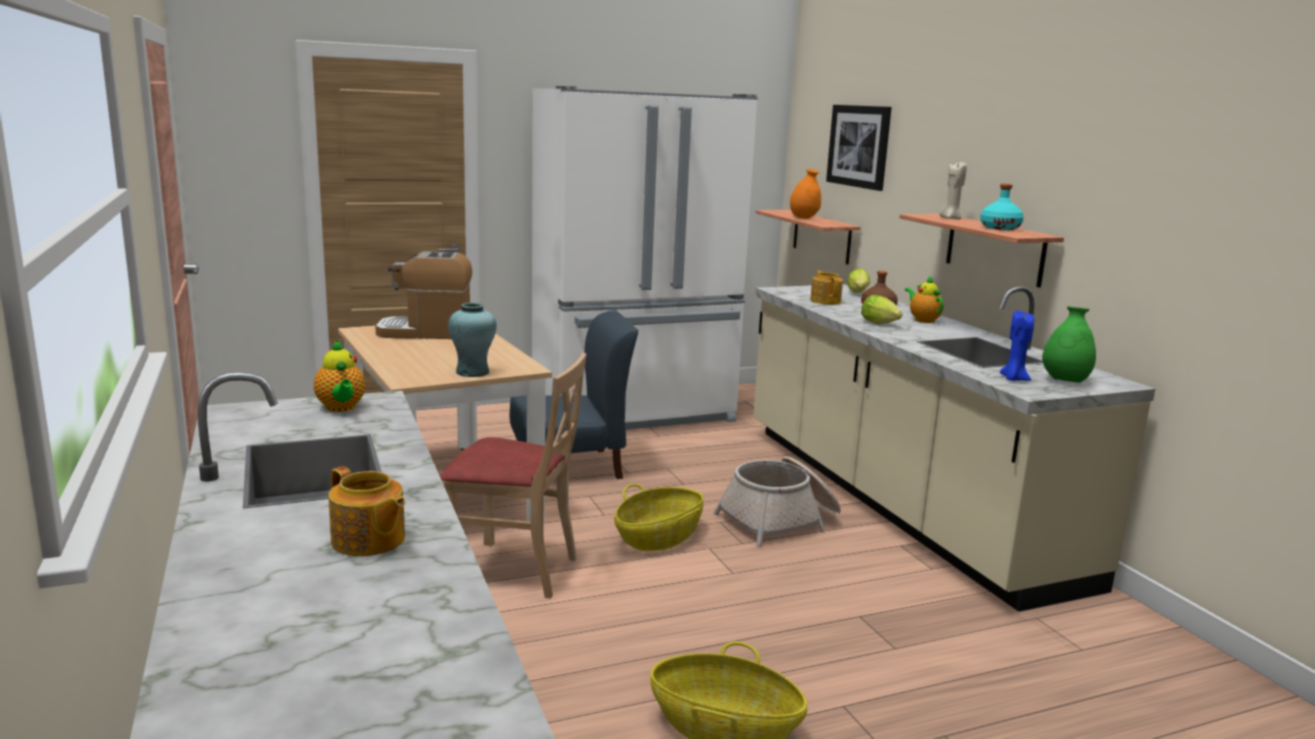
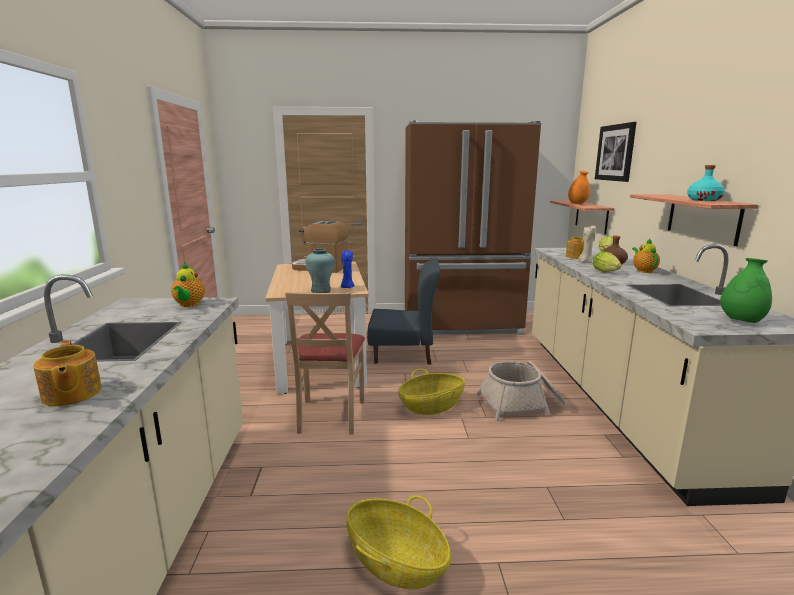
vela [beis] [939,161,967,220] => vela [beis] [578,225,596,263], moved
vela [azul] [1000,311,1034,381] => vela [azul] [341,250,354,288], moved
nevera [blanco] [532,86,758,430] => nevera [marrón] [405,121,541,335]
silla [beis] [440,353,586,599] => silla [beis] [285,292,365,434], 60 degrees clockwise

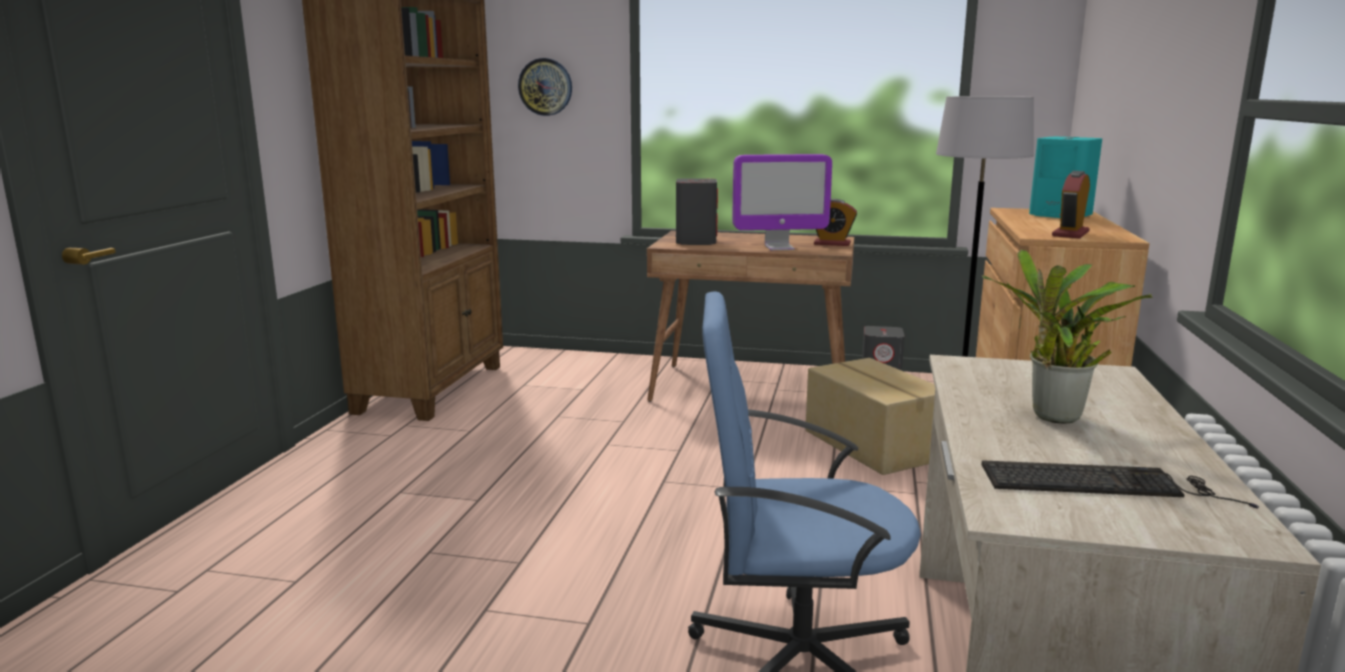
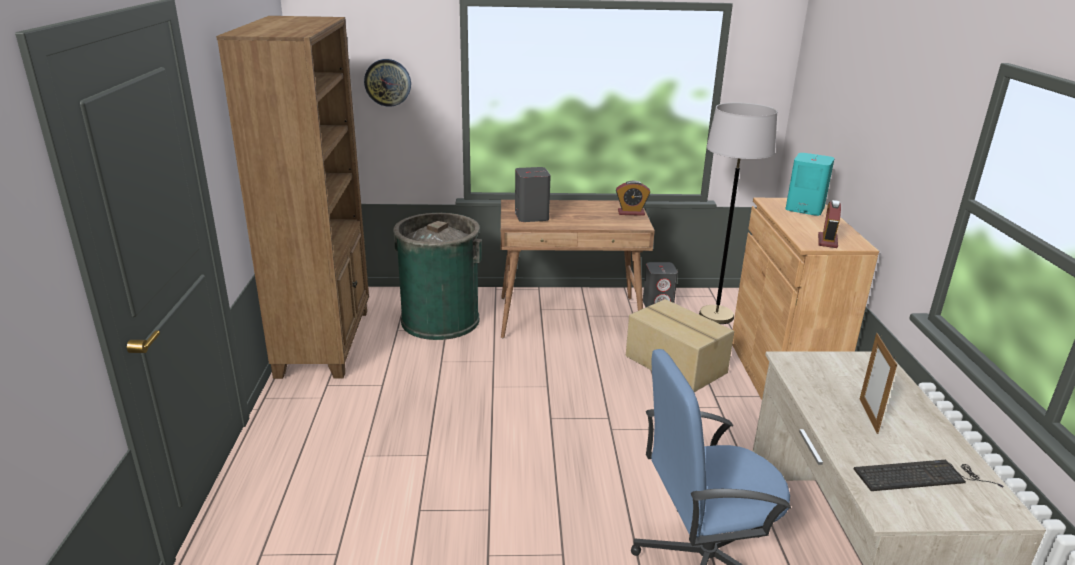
monitor [732,154,832,250] => nothing
nothing => papelera [verde] [393,213,482,340]
planta en maceta [982,249,1153,424] => portarretratos [860,333,897,434]

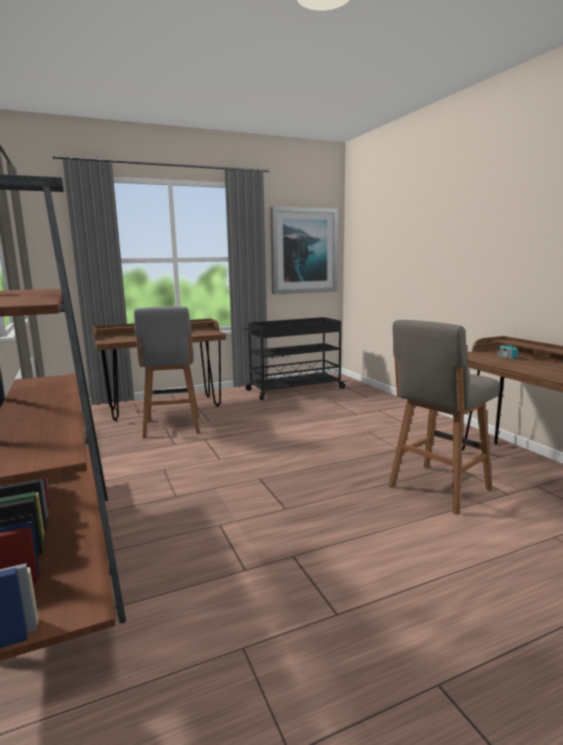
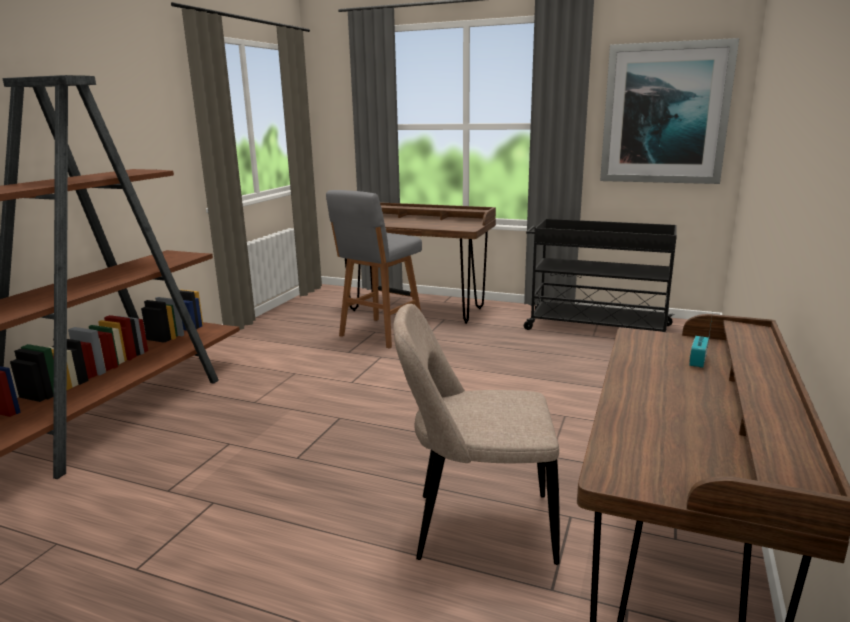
taburete [gris] [388,320,500,515] => silla [beis] [393,304,560,565]

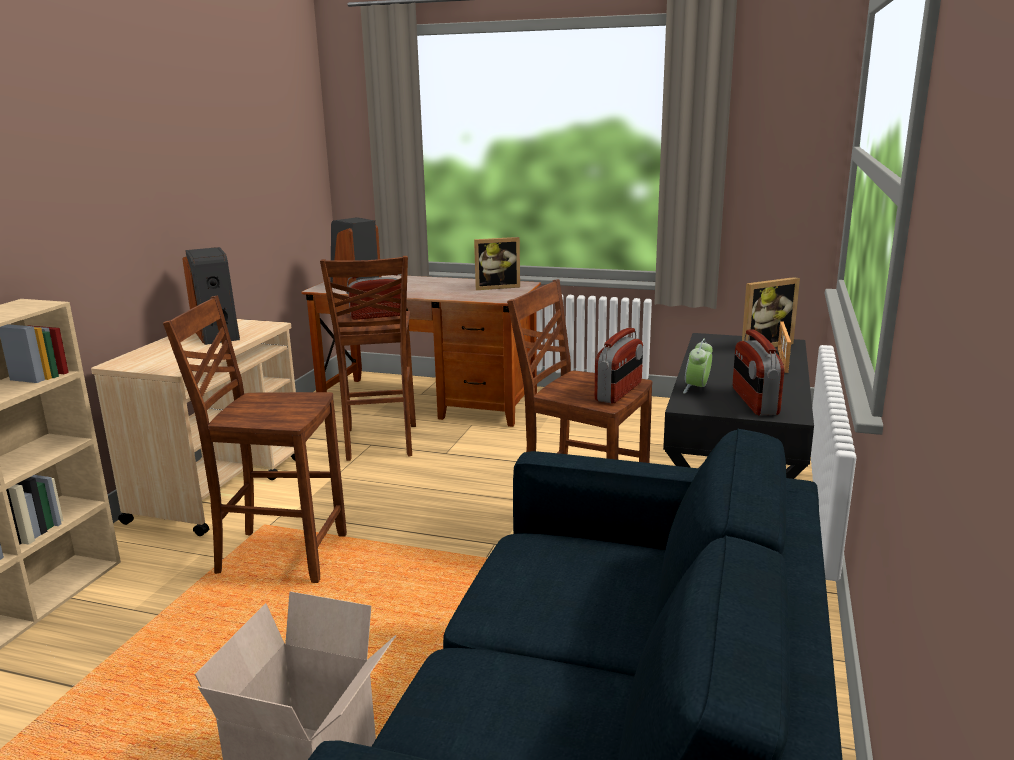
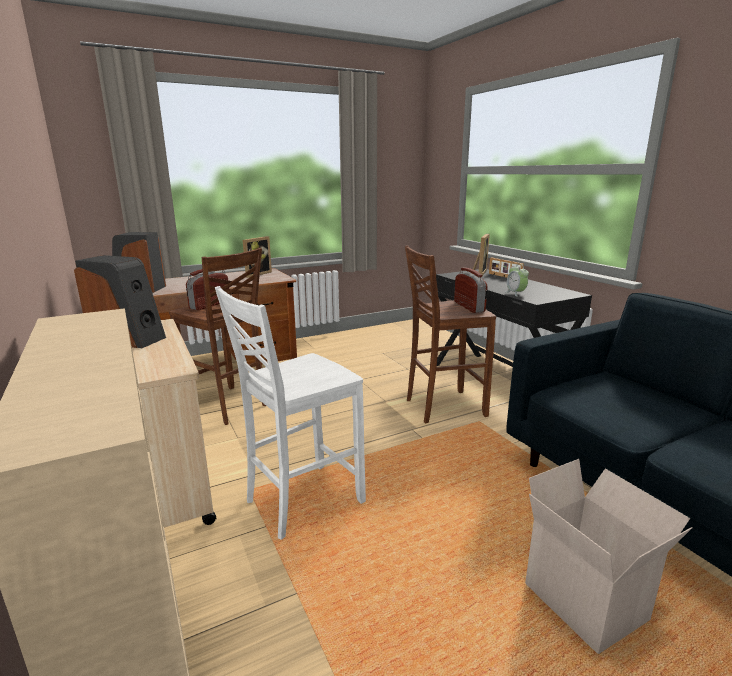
radio [733,330,784,415] => nothing
silla [marrón] [163,296,347,583] => silla [blanco] [215,286,366,540]

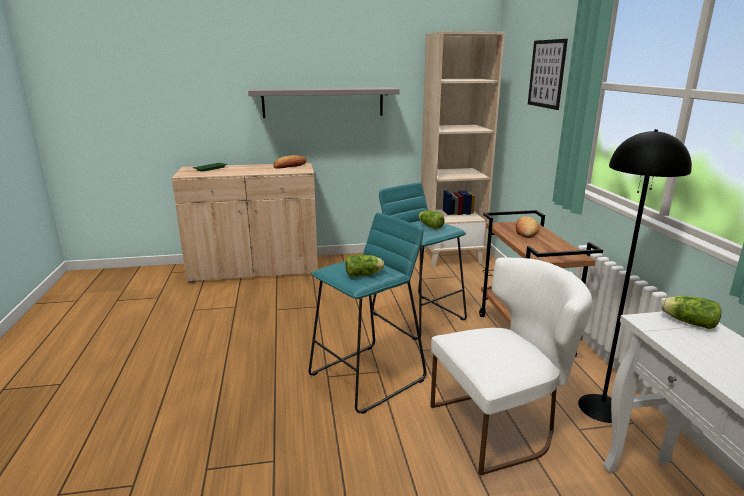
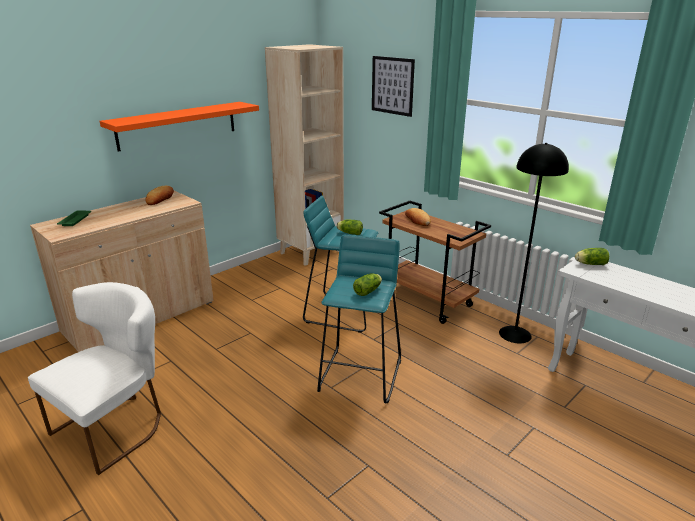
silla [blanco] [430,258,593,475] => silla [blanco] [28,282,161,475], moved
estante [gris] [248,87,400,118] => estante [naranja] [100,102,259,151]

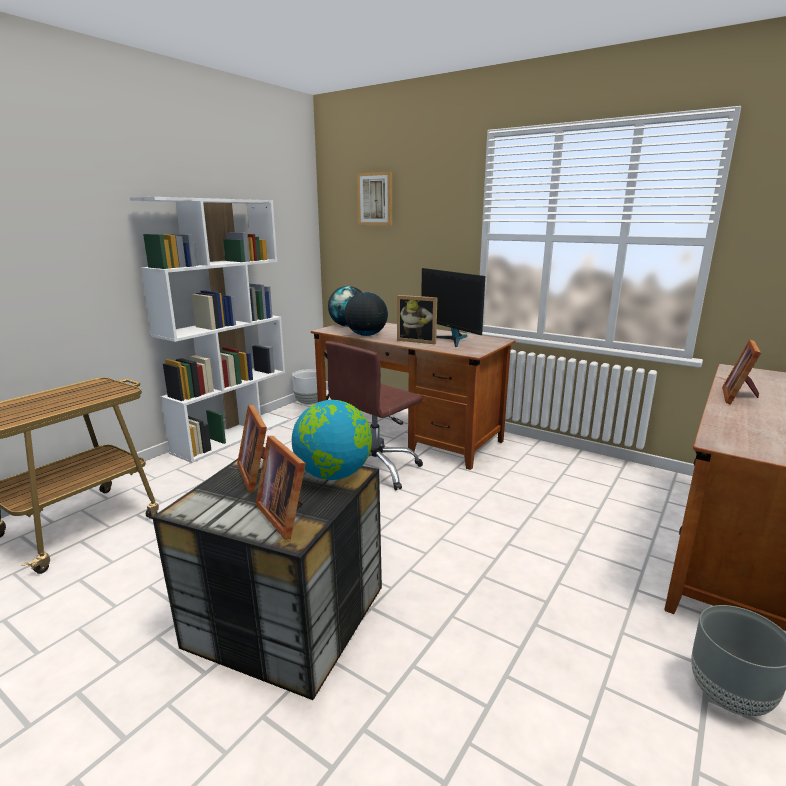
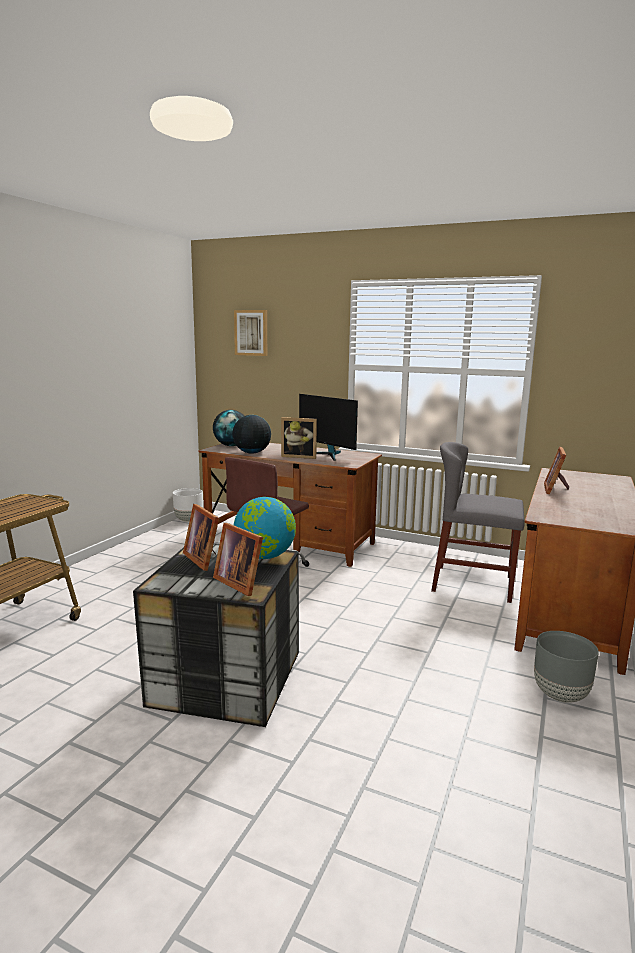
estantería [blanco] [130,197,289,463] => nothing
nothing => silla [gris] [431,442,525,603]

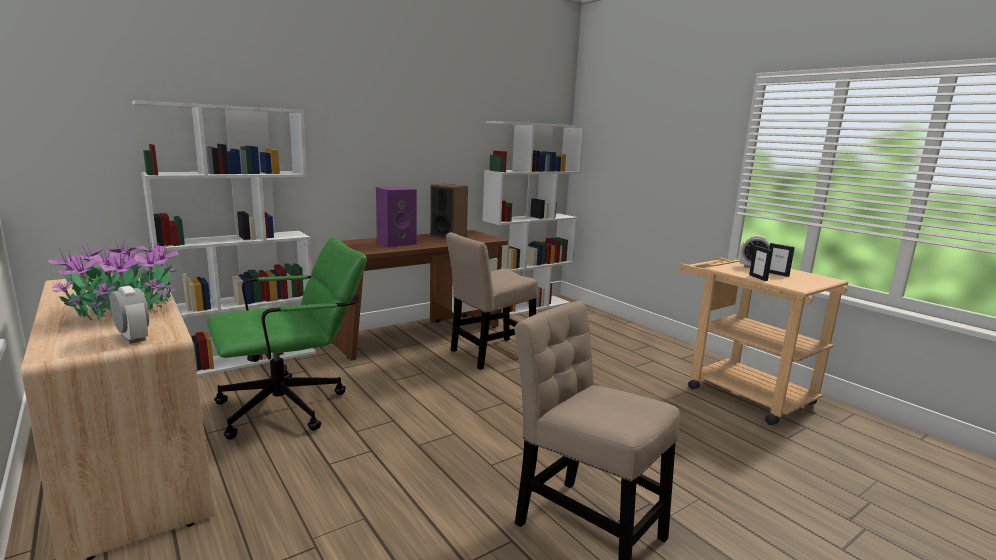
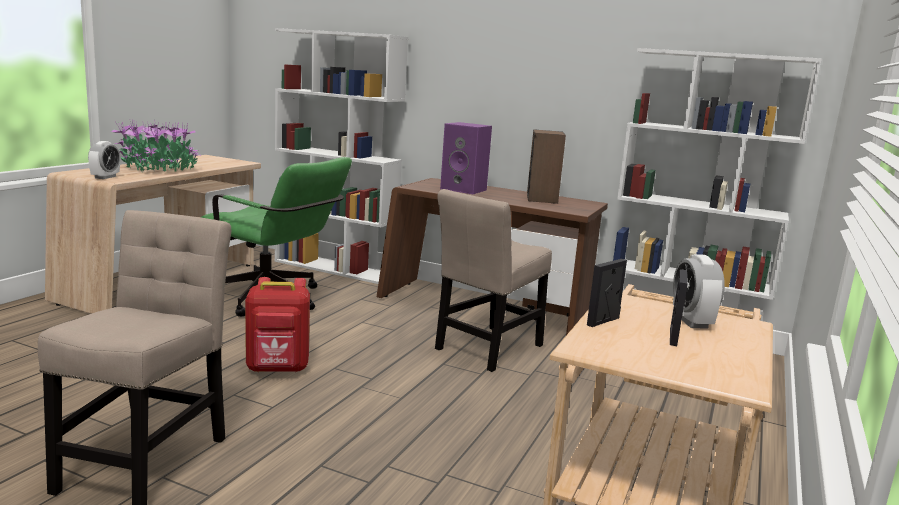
nothing => mochila [rojo] [245,277,310,372]
silla [beis] [446,232,538,370] => silla [beis] [435,189,552,372], 75 degrees counterclockwise

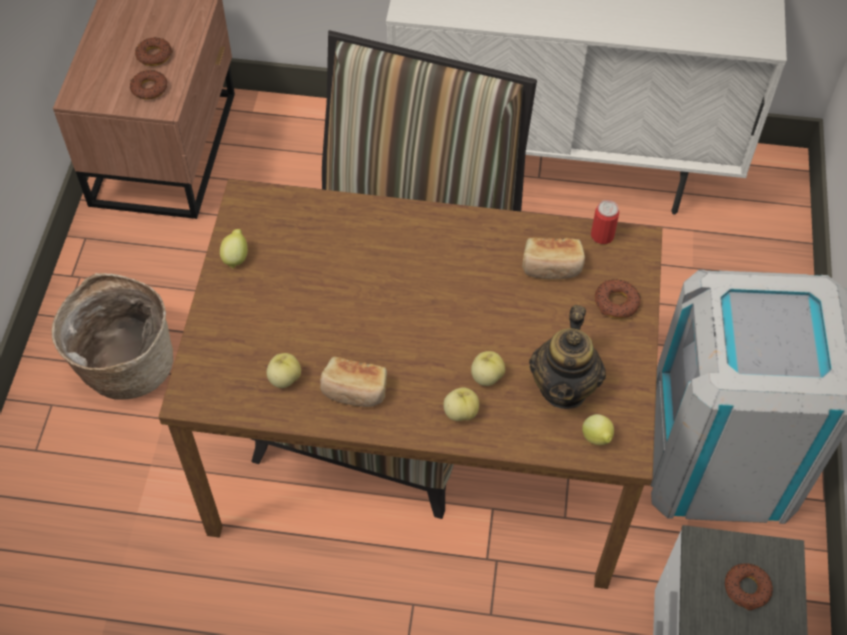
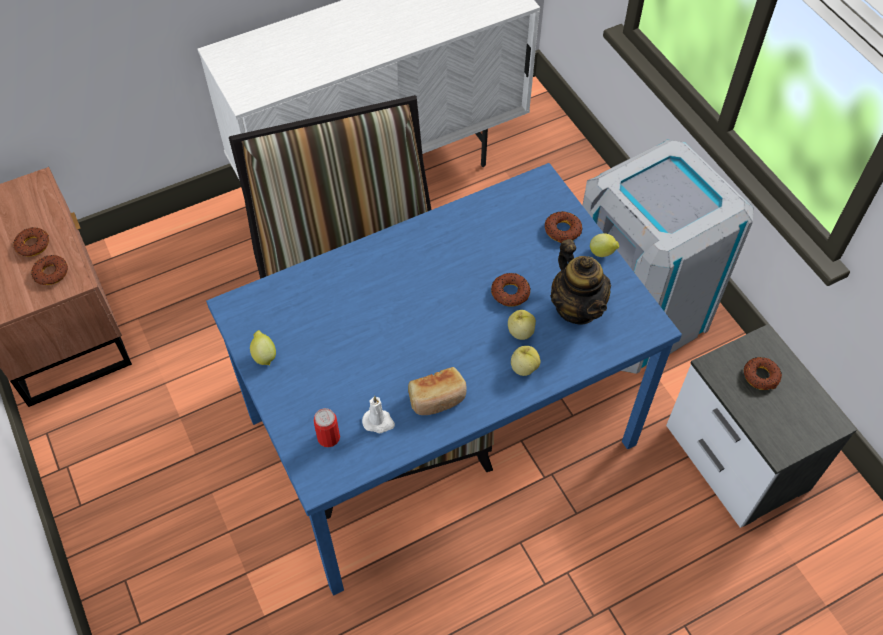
cesta [51,273,173,400] => nothing
pan [522,238,585,279] => nothing
nothing => rosquilla [491,273,530,307]
limón [582,414,614,445] => limón [590,233,619,257], moved
lata [591,200,619,244] => lata [313,408,340,447], moved
manzana [267,353,301,388] => vela [blanco] [362,396,395,433]
mesa de comedor [marrón] [159,179,662,589] => mesa de comedor [azul] [206,163,682,596]

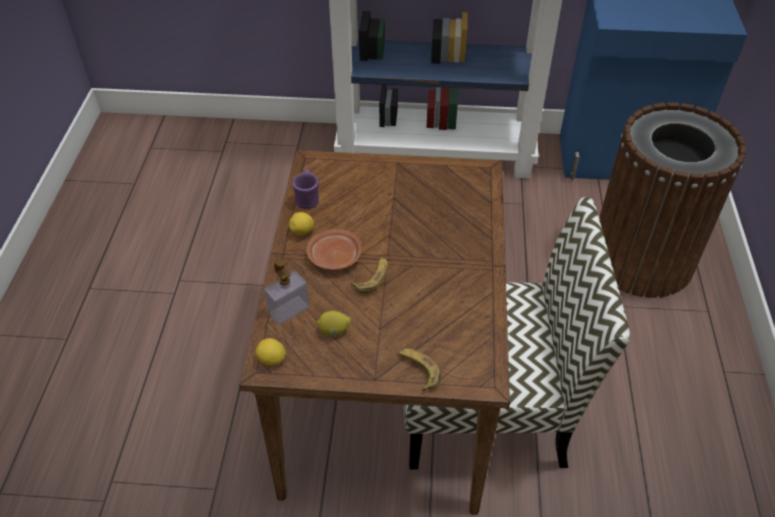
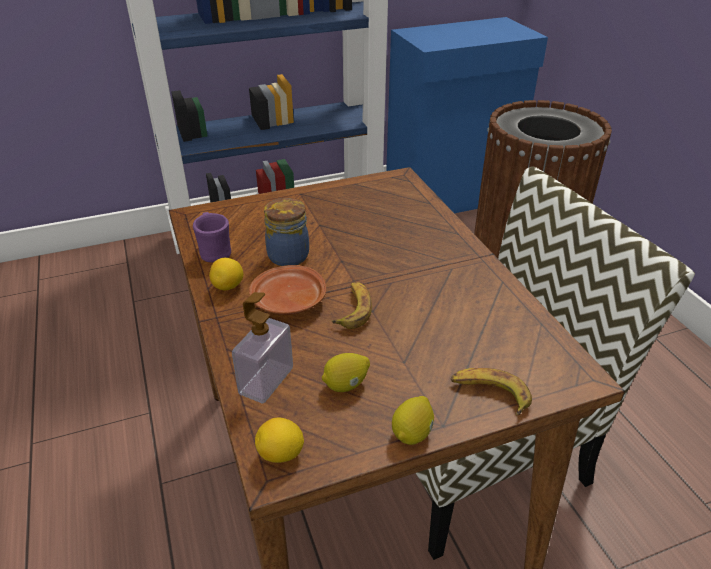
nothing => tarro [264,198,309,266]
nothing => limón [392,396,434,445]

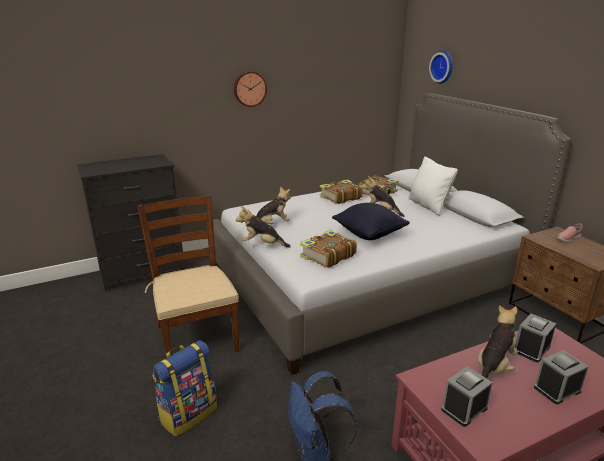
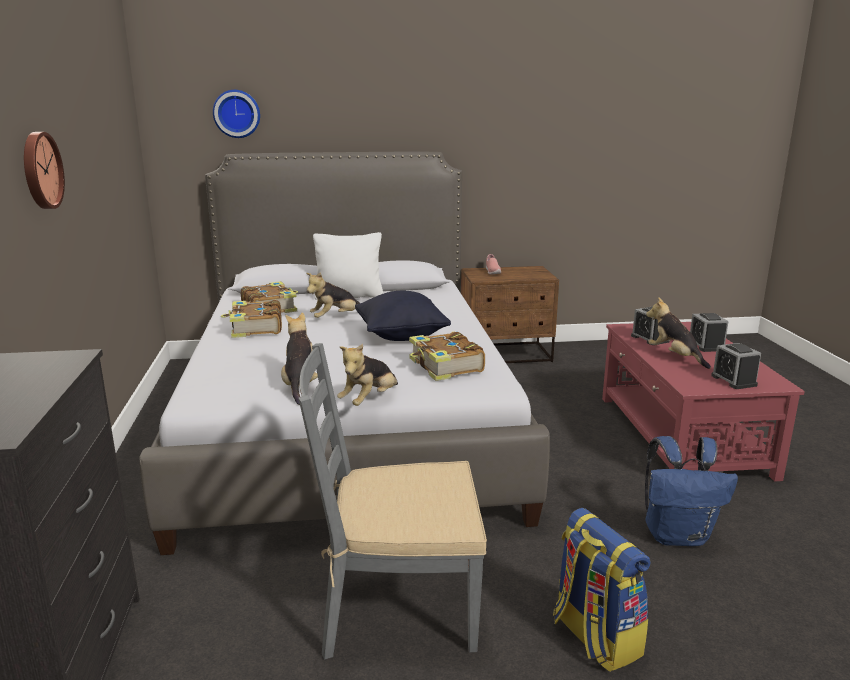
silla [marrón] [137,195,239,358] => silla [gris] [298,343,487,660]

